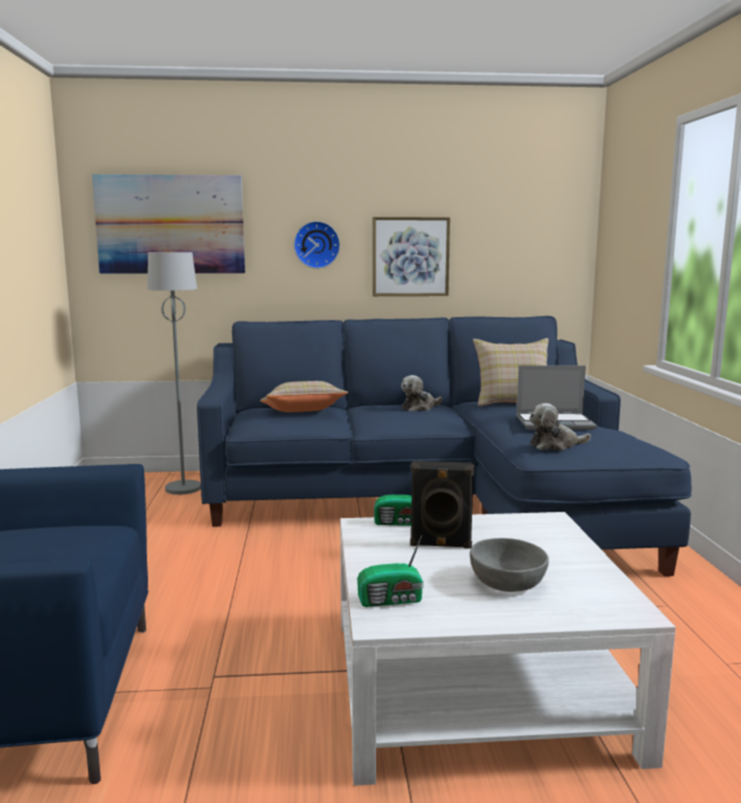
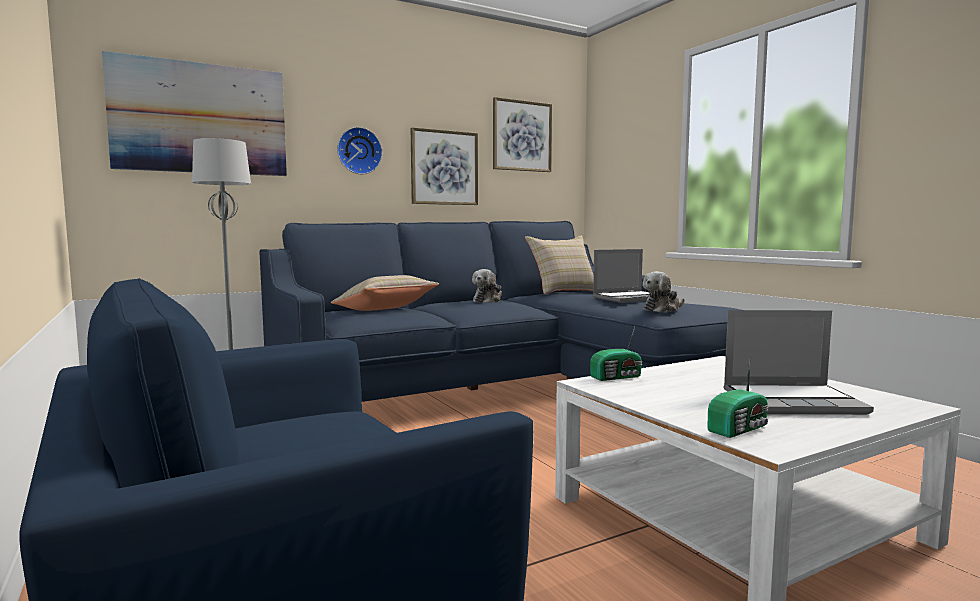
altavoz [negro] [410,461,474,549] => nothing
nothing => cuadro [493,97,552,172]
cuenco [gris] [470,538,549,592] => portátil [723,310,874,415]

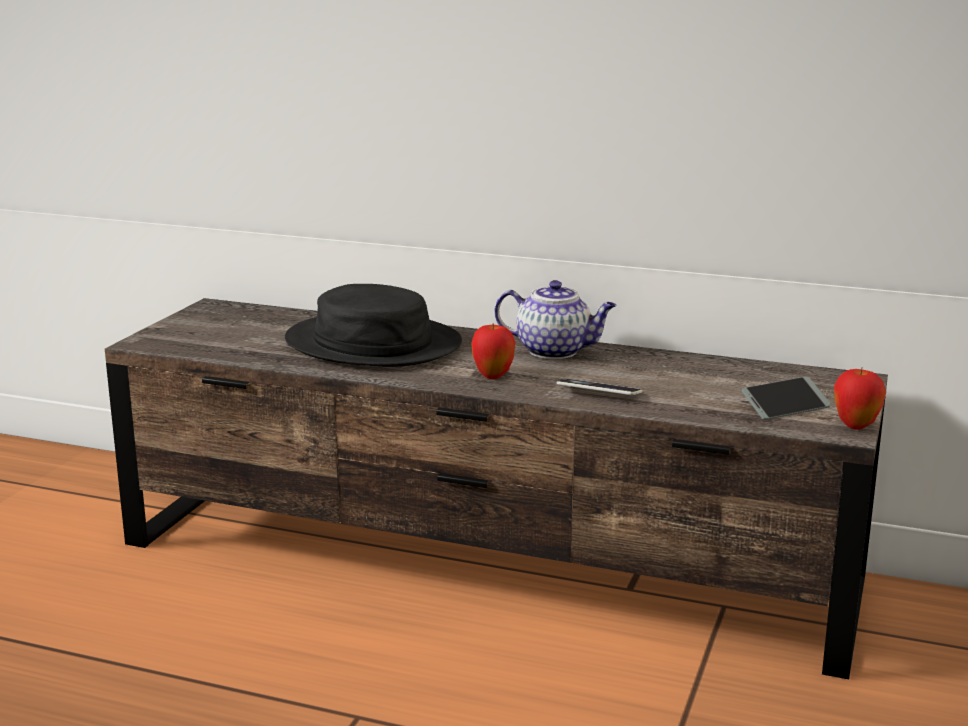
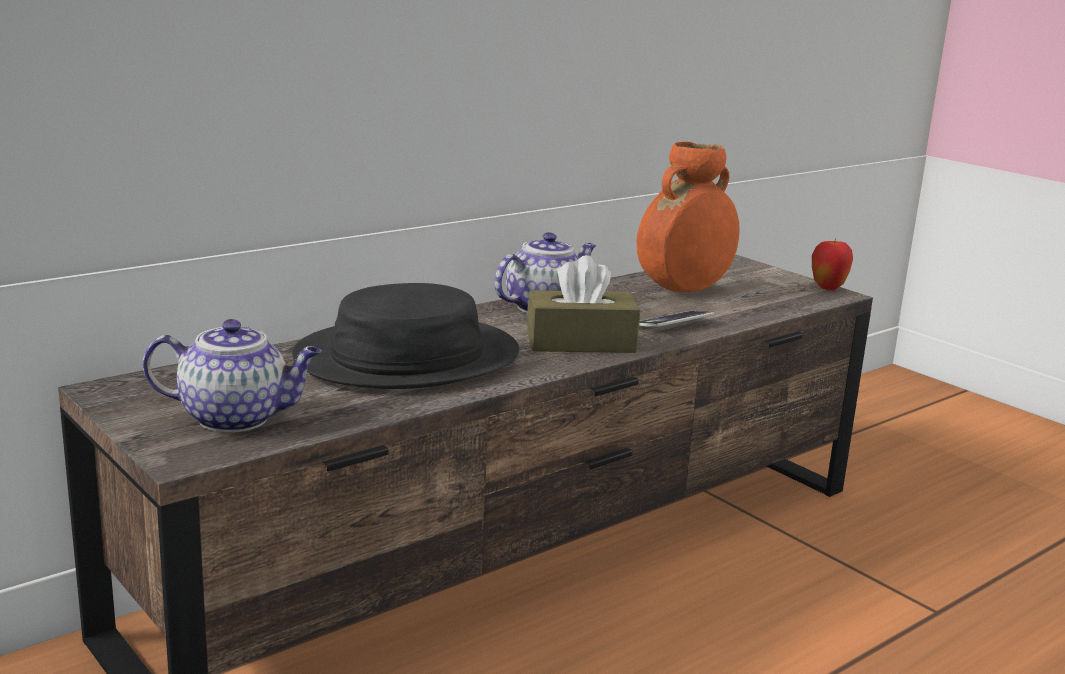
móvil [742,377,831,420] => nothing
nothing => tetera [143,319,322,432]
nothing => florero [naranja] [637,142,739,293]
manzana [471,322,515,379] => caja de pañuelos [marrón] [527,255,640,353]

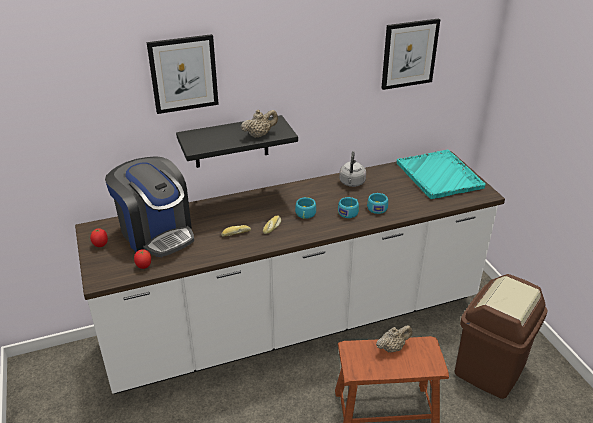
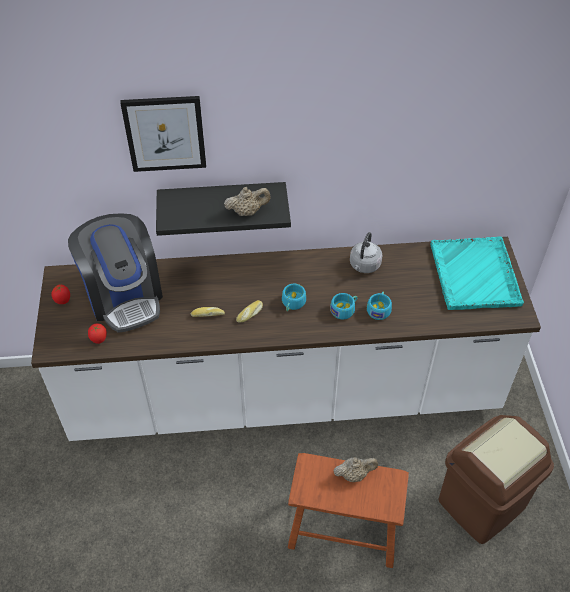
cuadro [381,18,441,90] => nothing

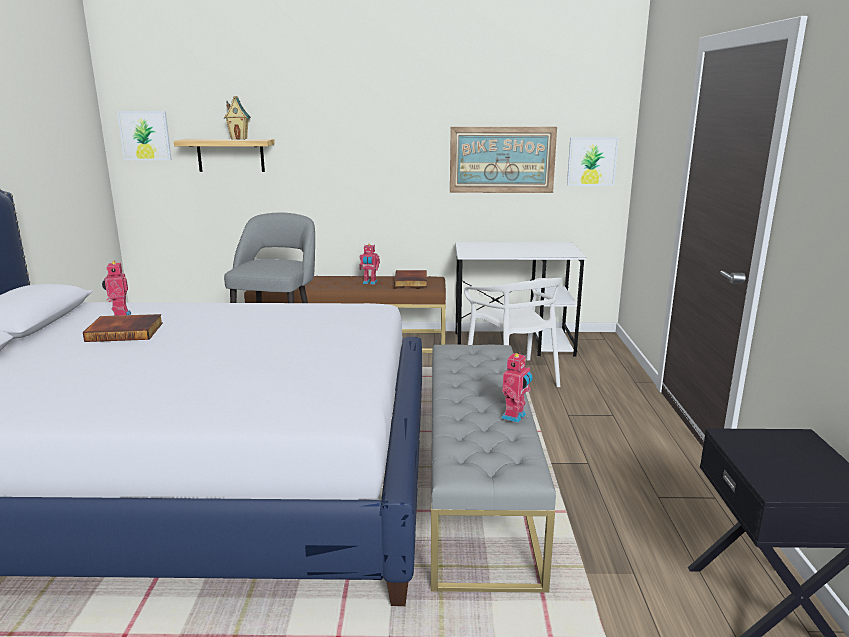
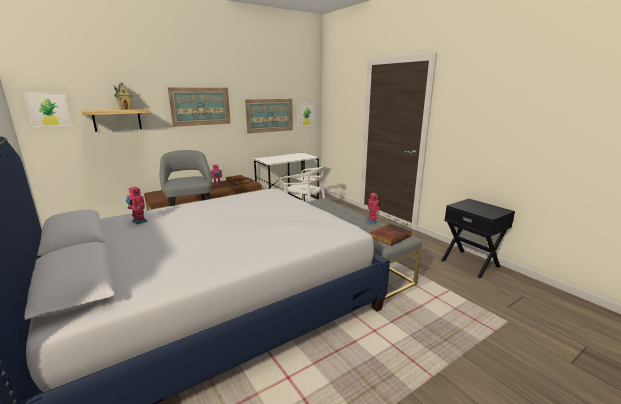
nothing => cuadro [168,88,231,127]
libro [83,314,163,342] => libro [370,224,412,246], moved

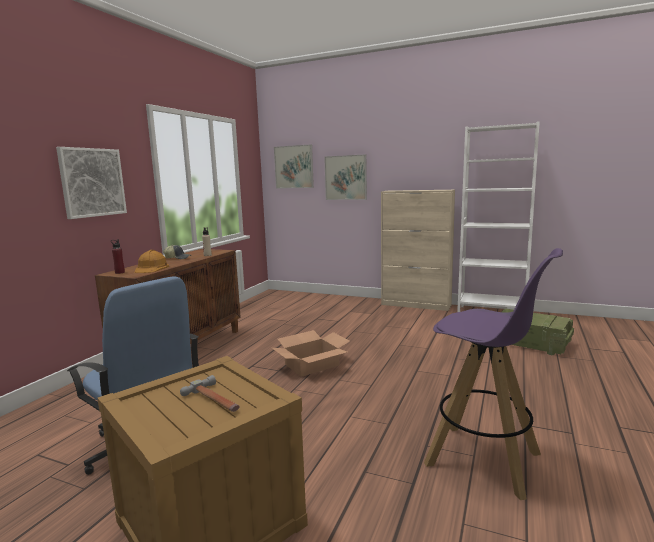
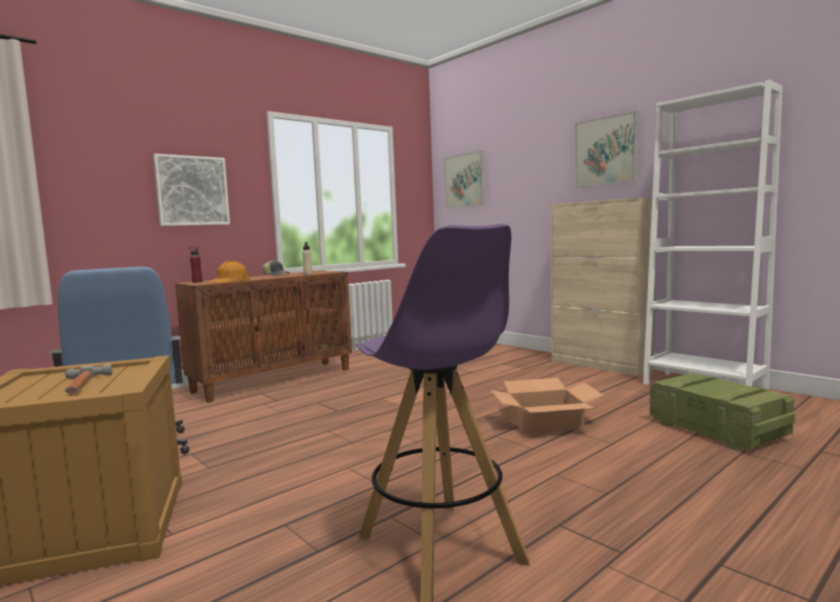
caja de cartón [272,330,350,377] => caja de cartón [491,378,603,433], moved
cuadro [324,154,367,200] => cuadro [575,111,638,188], moved

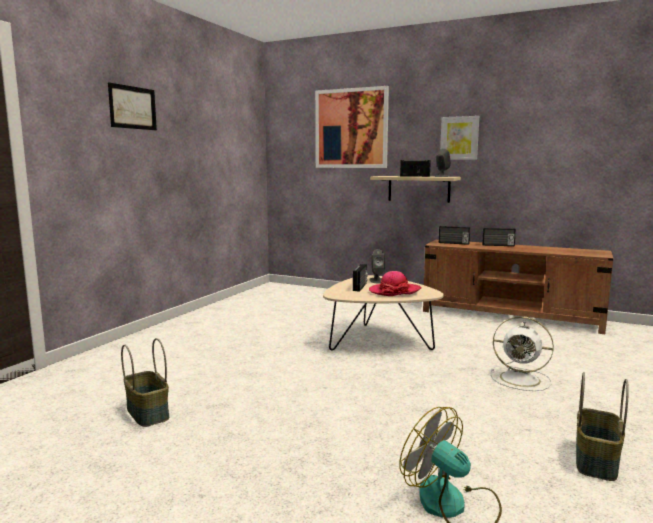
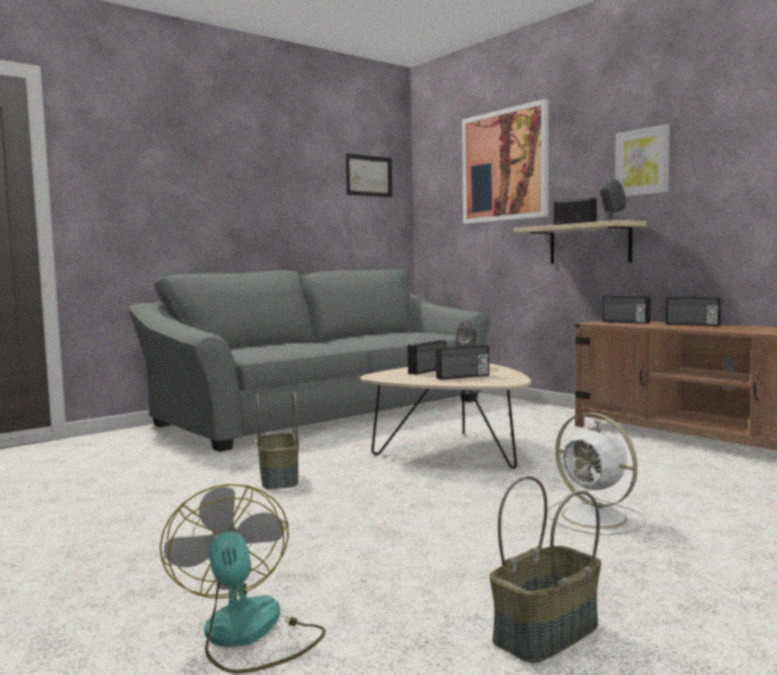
nothing => sofá [gris] [129,268,490,452]
cuadro [108,82,157,130] => cuadro [346,153,392,197], moved
cesta [121,338,169,427] => cesta [256,392,299,489], moved
sombrero [369,271,422,296] => radio [436,345,489,380]

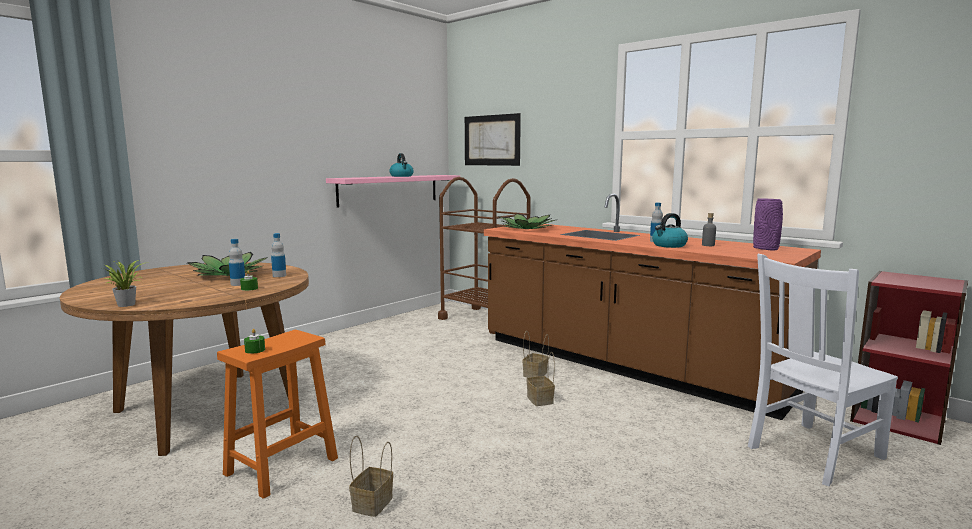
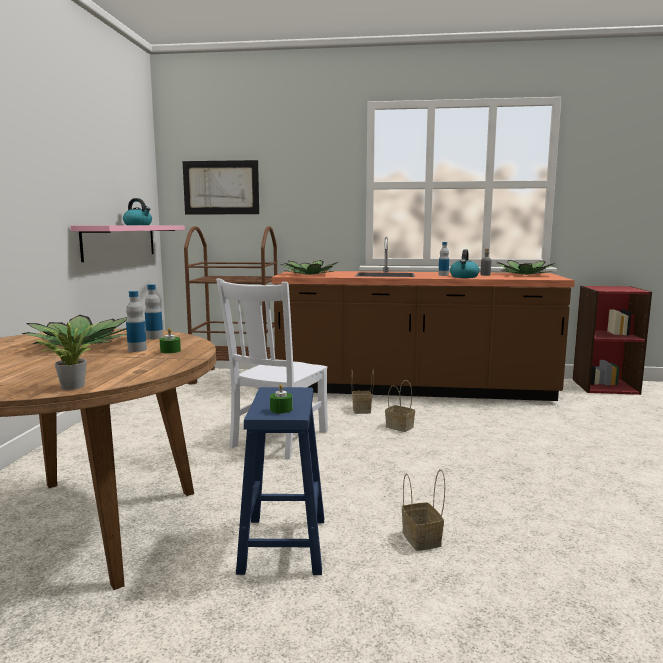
silla [blanco] [748,254,898,486] => silla [blanco] [216,278,328,459], moved
florero [morado] [753,198,783,250] => planta en maceta [496,260,555,275]
taburete [naranja] [217,330,338,499] => taburete [azul] [236,387,324,575]

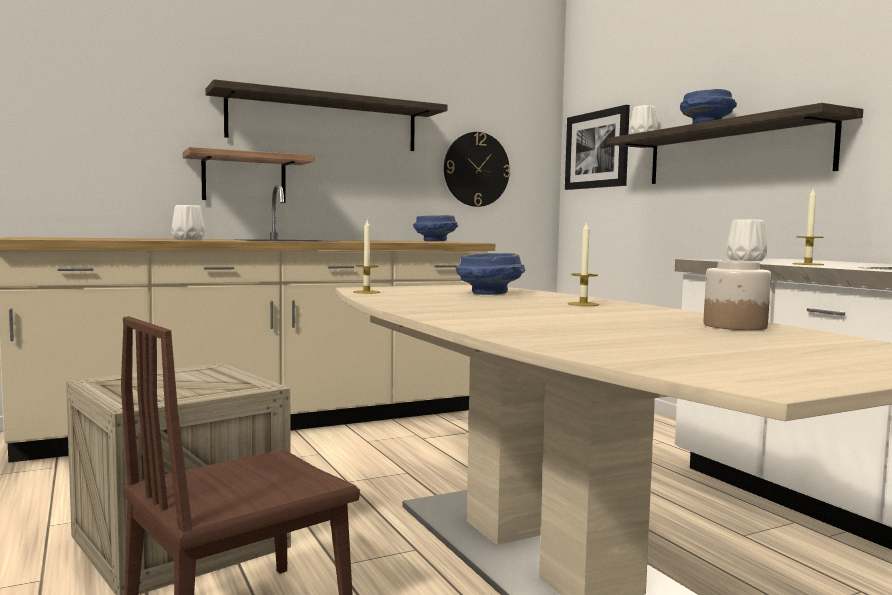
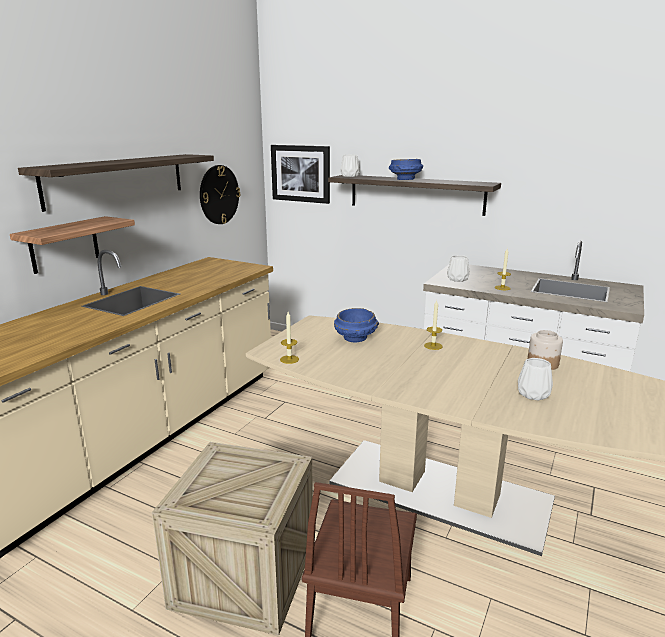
cuenco [azul] [413,215,458,241] => nothing
florero [blanco] [171,205,205,240] => florero [blanco] [518,358,553,401], moved

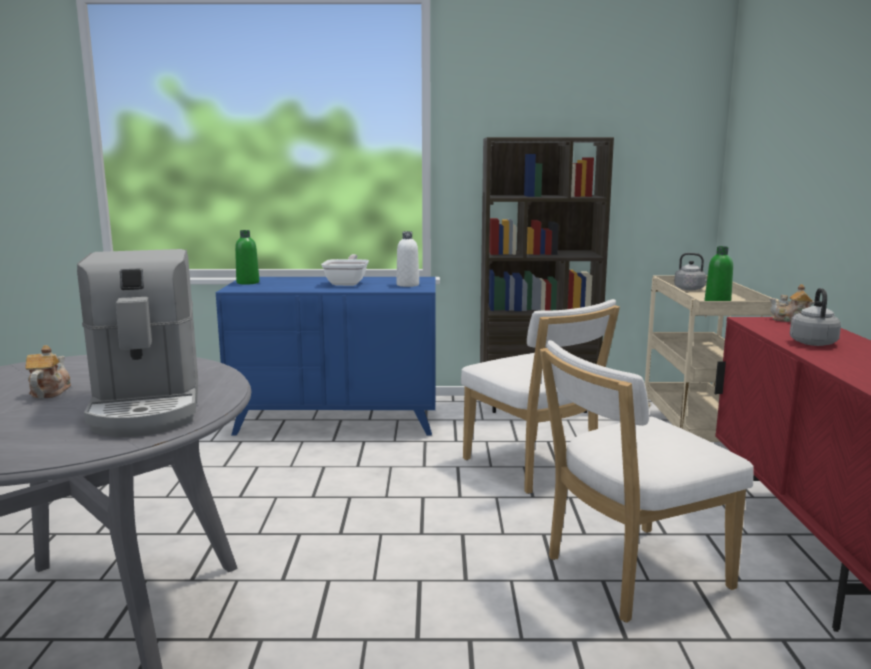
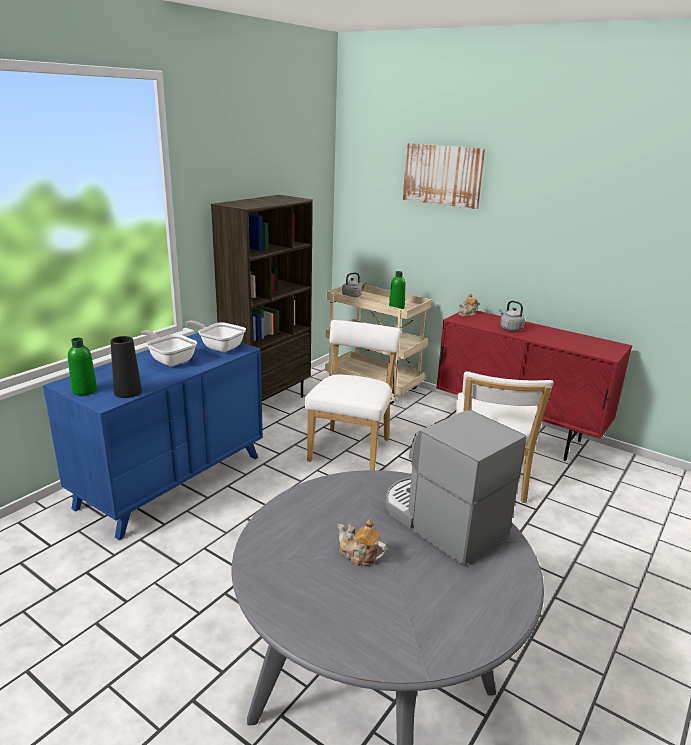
nothing => florero [negro] [110,336,142,398]
nothing => cuadro [403,143,485,209]
botella [blanco] [396,231,419,287] => sartén [185,321,246,352]
cafetera [77,249,198,437] => cafetera [386,410,526,565], 150 degrees counterclockwise
silla [blanco] [461,299,620,494] => silla [blanco] [305,320,401,470], 75 degrees counterclockwise

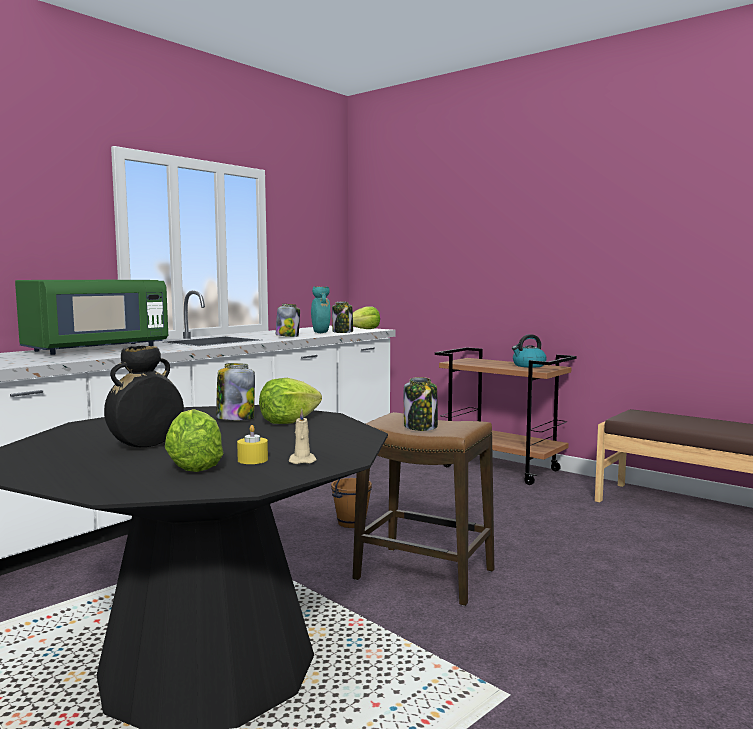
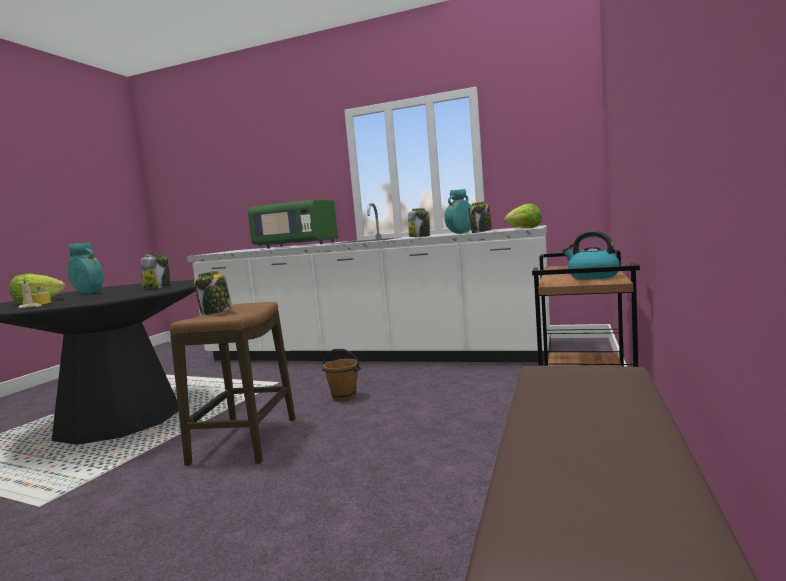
lechuga [259,378,322,424] => nothing
florero [negro] [104,346,184,447] => florero [turquesa] [67,242,103,293]

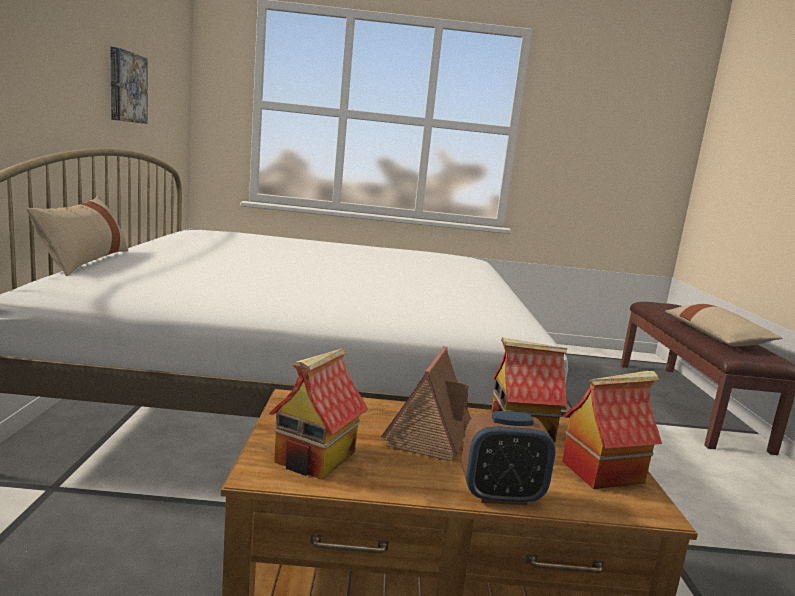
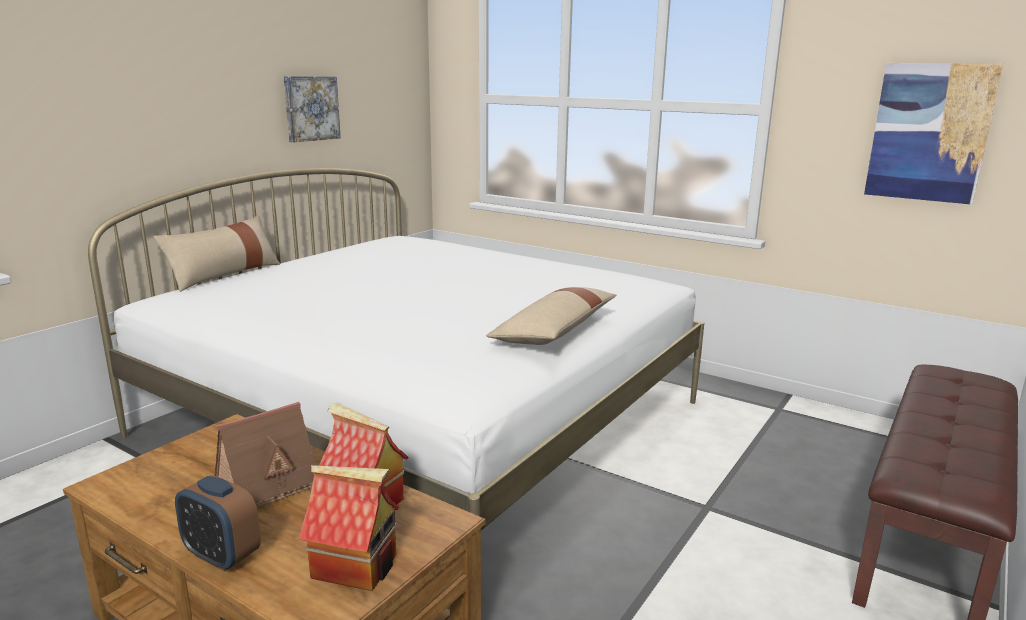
casita [269,348,368,480] => nothing
nothing => cuadro [864,63,1003,205]
cojín [beis] [666,304,782,346] => cojín [beis] [486,287,616,345], moved

